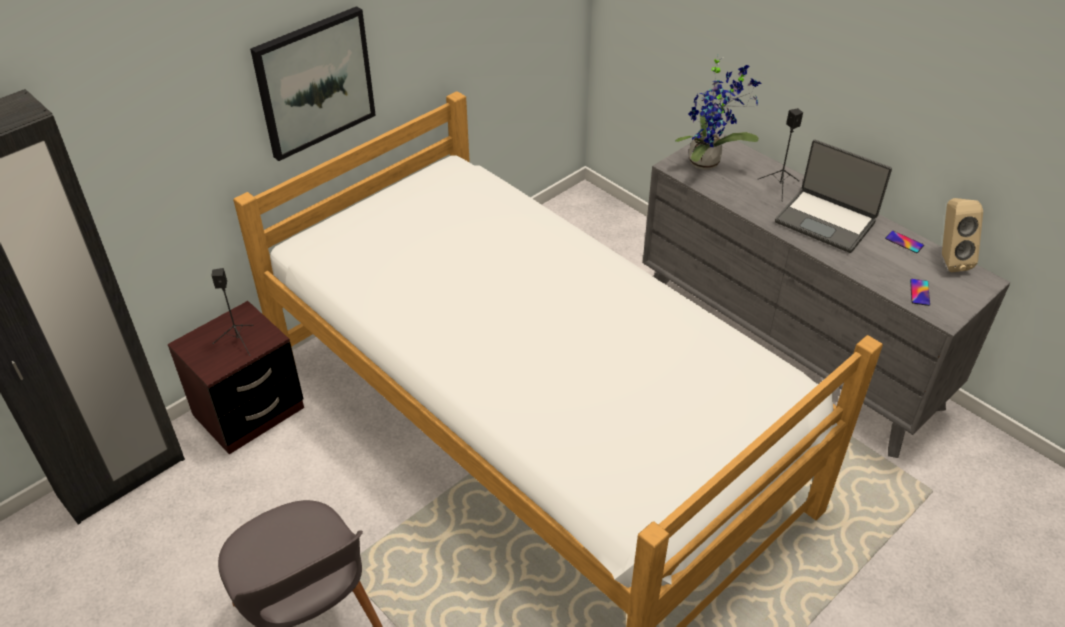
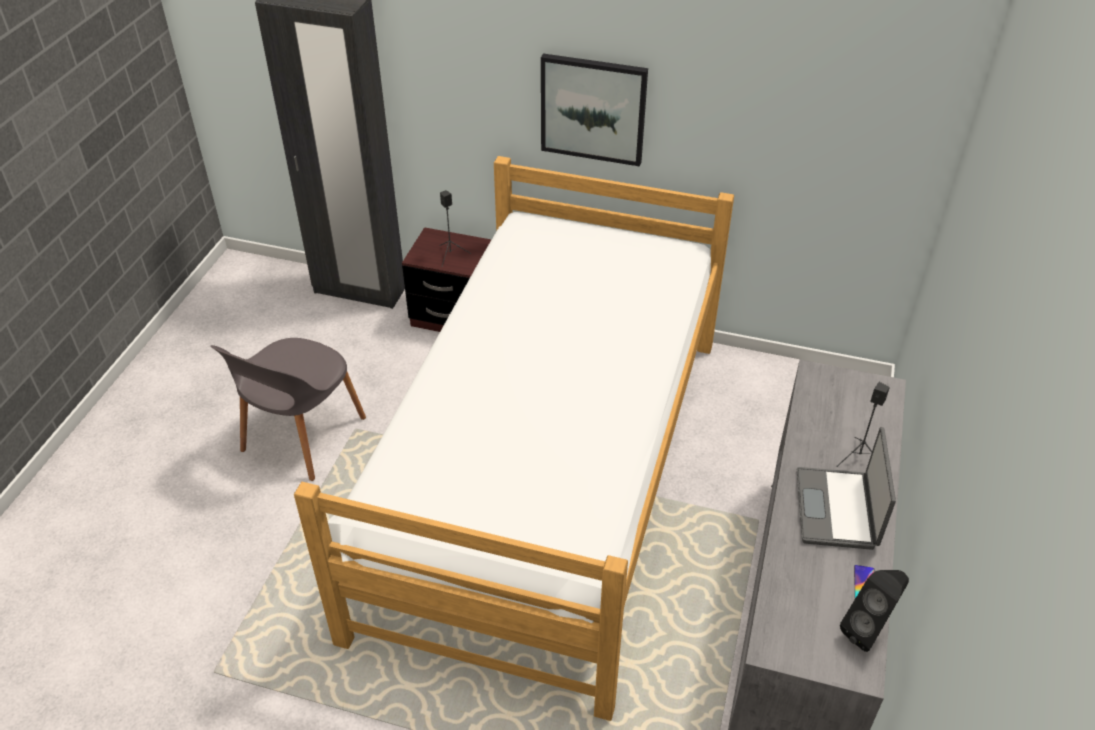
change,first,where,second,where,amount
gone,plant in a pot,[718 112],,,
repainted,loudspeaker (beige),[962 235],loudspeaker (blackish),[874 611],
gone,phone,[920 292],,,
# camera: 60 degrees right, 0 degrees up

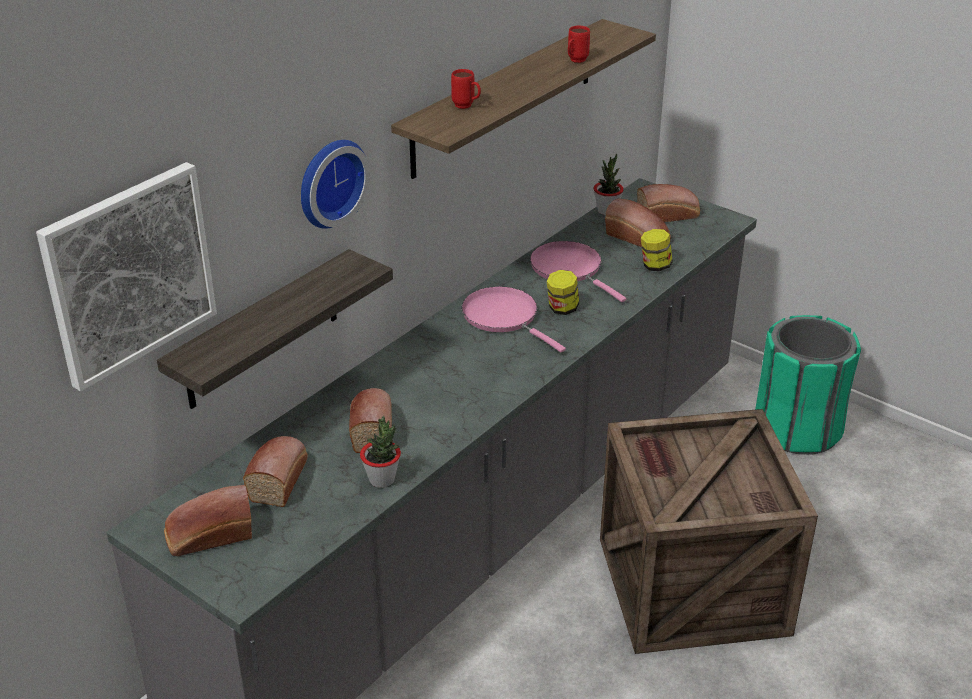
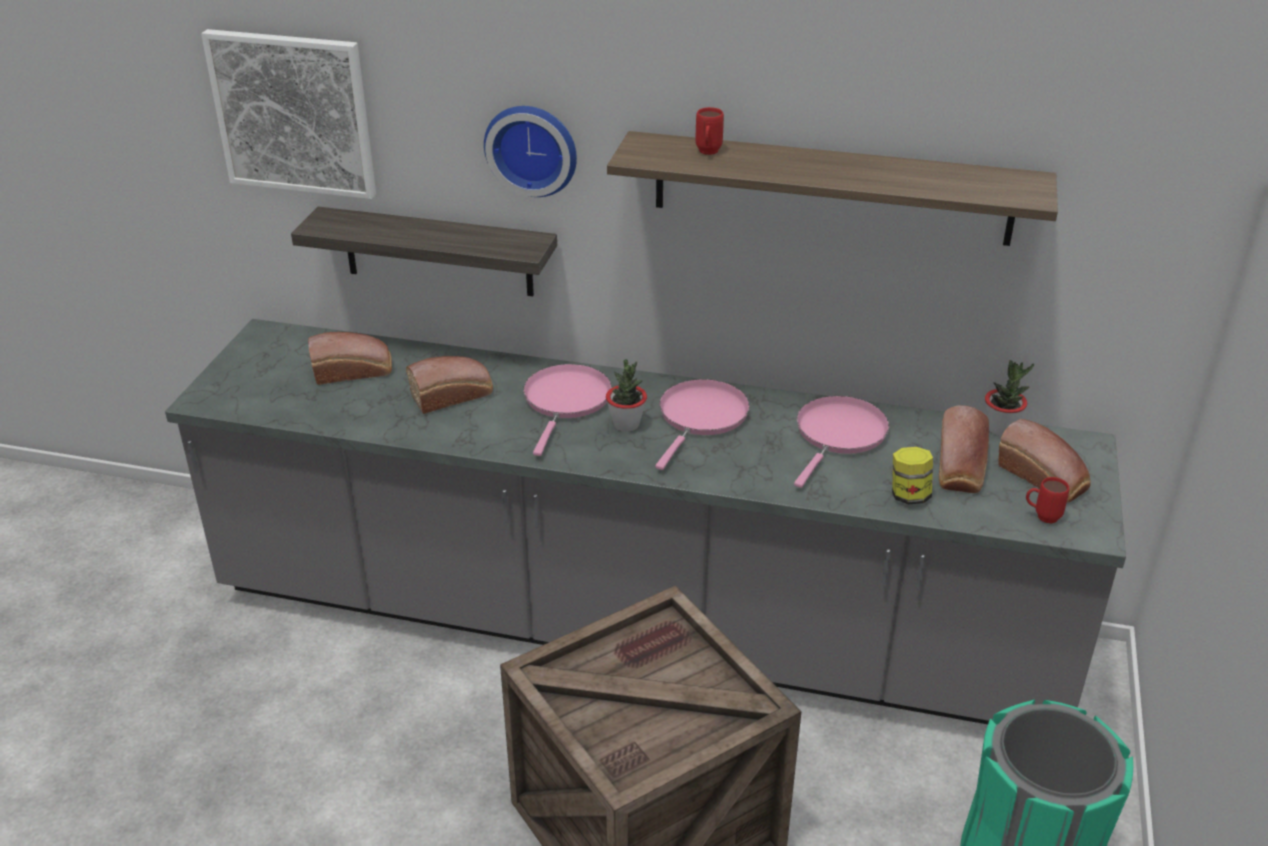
change,first,where,second,where,amount
shifted,tea mug (reddish),[579 44],,[1047 500],
gone,jar,[563 292],,,
shifted,plant in a pot,[380 452],,[626 395],
gone,bakery bread,[208 520],,,
new,,,pan (pink),[567 410],
# camera: 65 degrees right, 0 degrees up

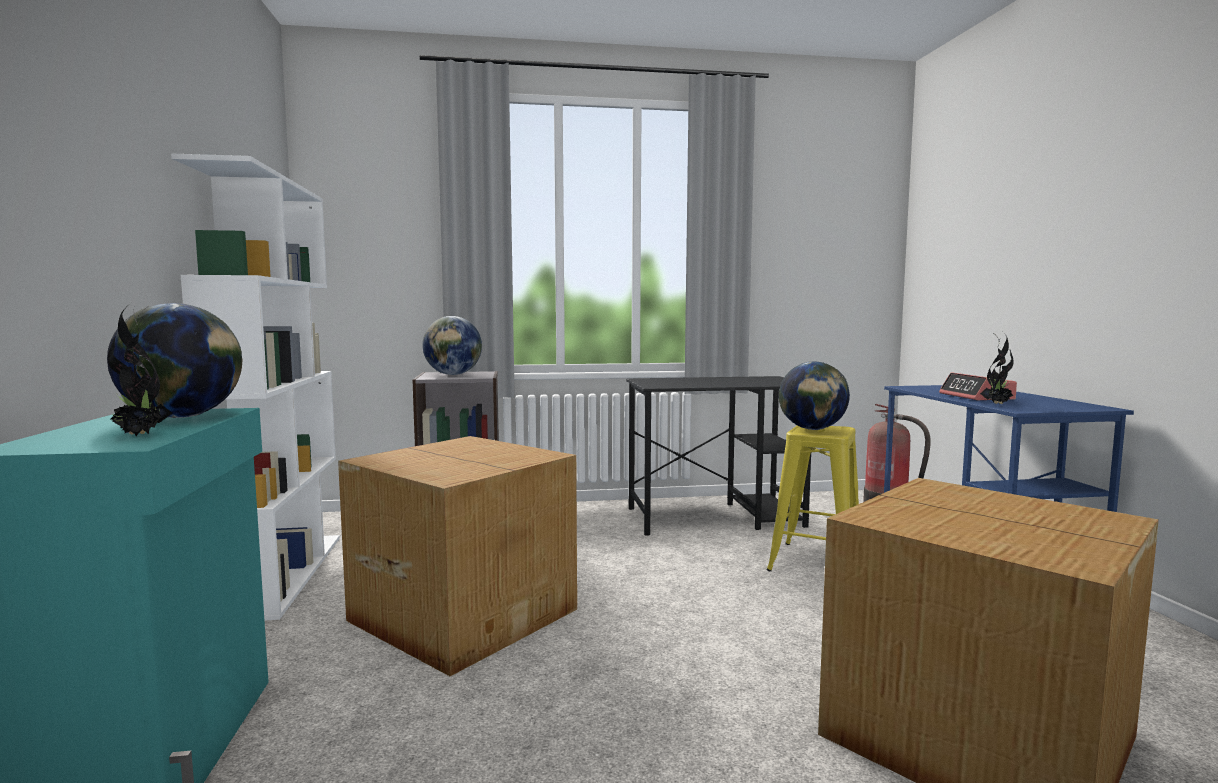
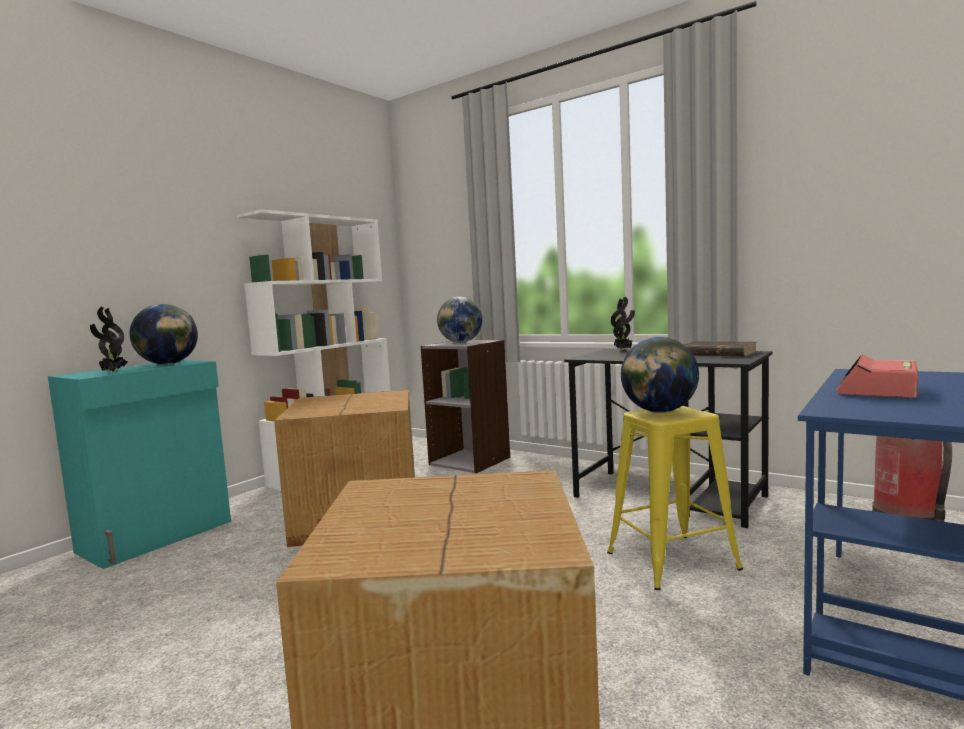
change,first,where,second,where,amount
shifted,plant in a pot,[997 368],,[623 324],
new,,,volume (brown-coloured),[720 349],
# camera: 45 degrees right, 0 degrees up

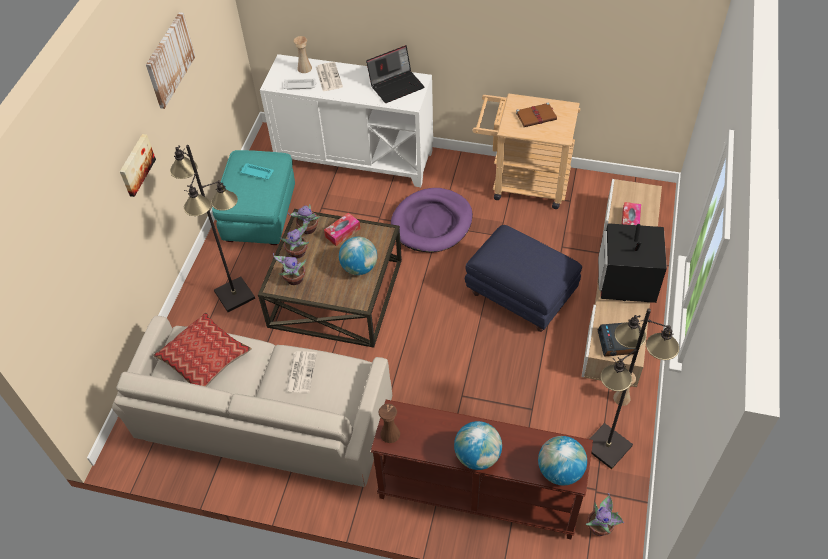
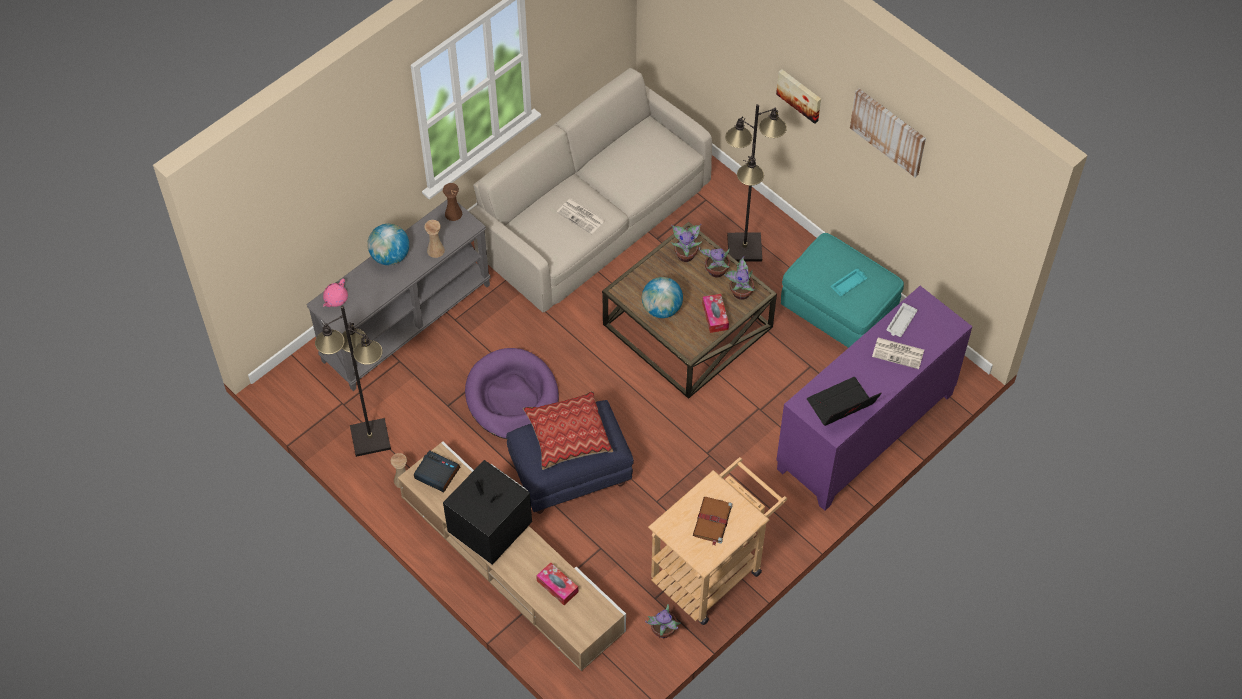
change,first,where,second,where,amount
shifted,decorative vase (beige),[303 54],,[434 239],
rotated,portable computer,[395 74],,[844 401],60 degrees clockwise
repainted,cupboard (whitish),[346 120],cupboard (purple-coloured),[874 398],
shifted,pet bed (purple-coloured),[432 220],,[512 393],
shifted,pillow,[202 349],,[568 430],
repainted,narrow table (brown-coloured),[482 469],narrow table (greyish),[398 295],
swapped,world globe,[562 460],pot for tea (pink),[335 292],
shifted,plant in a pot,[605 514],,[663 621],
# camera: 120 degrees right, 5 degrees up

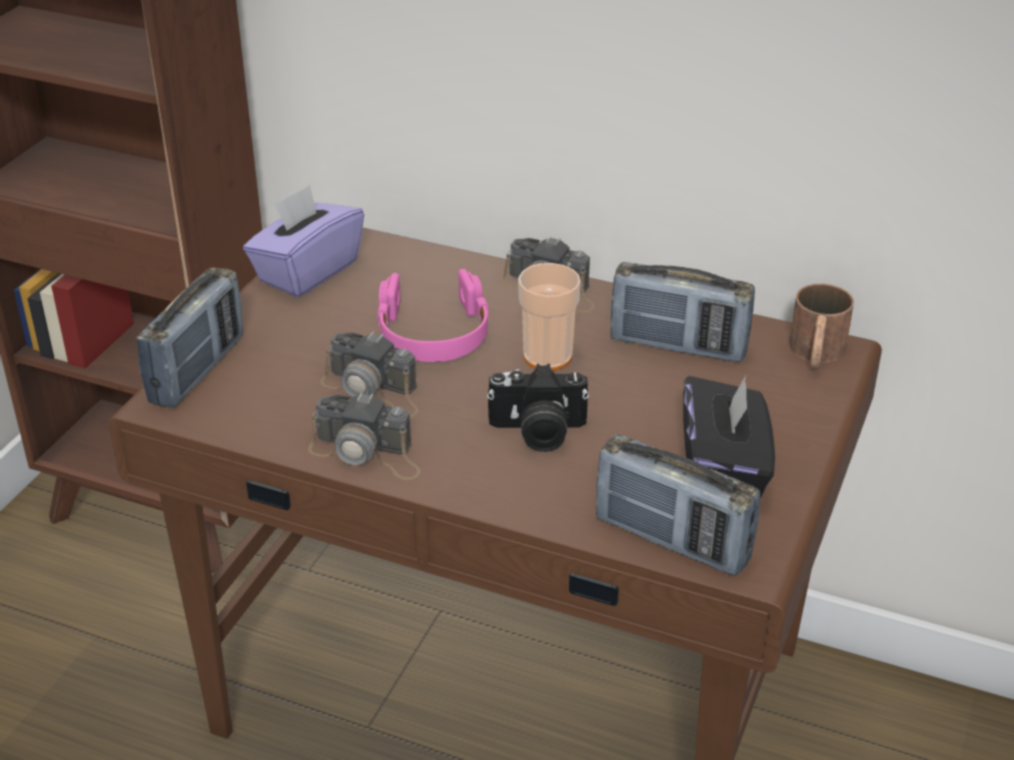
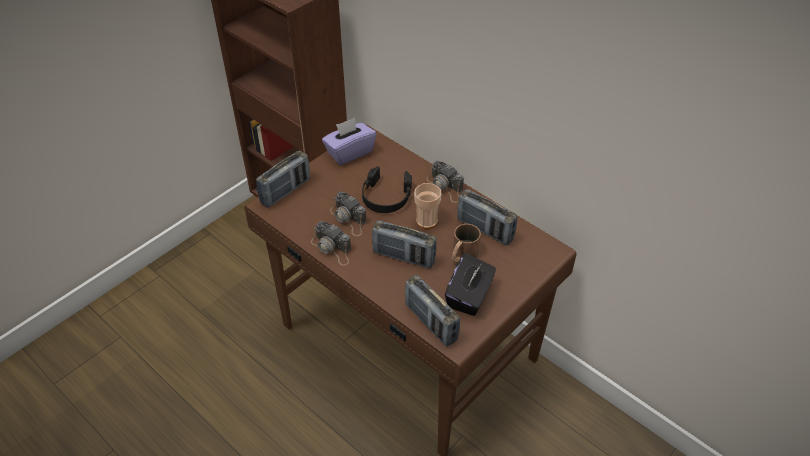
change,first,where,second,where,amount
repainted,headset (pink),[433 315],headset (blackish),[387 189],
shifted,tea mug (brown-coloured),[821 326],,[466 243],
swapped,still camera,[538 408],radio set,[404 244],
# camera: 20 degrees right, 10 degrees up

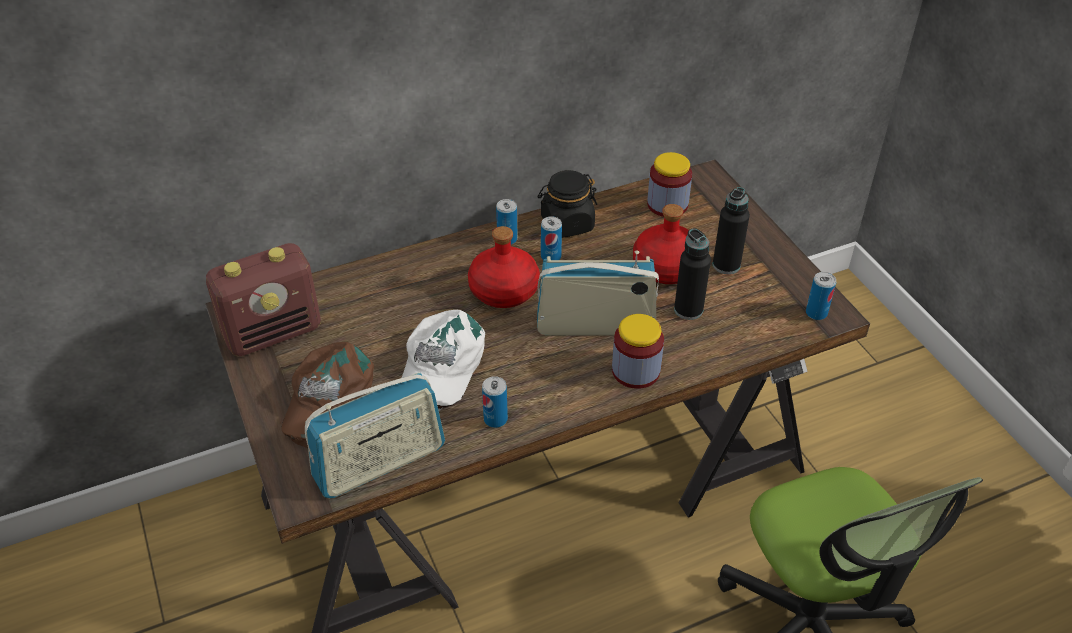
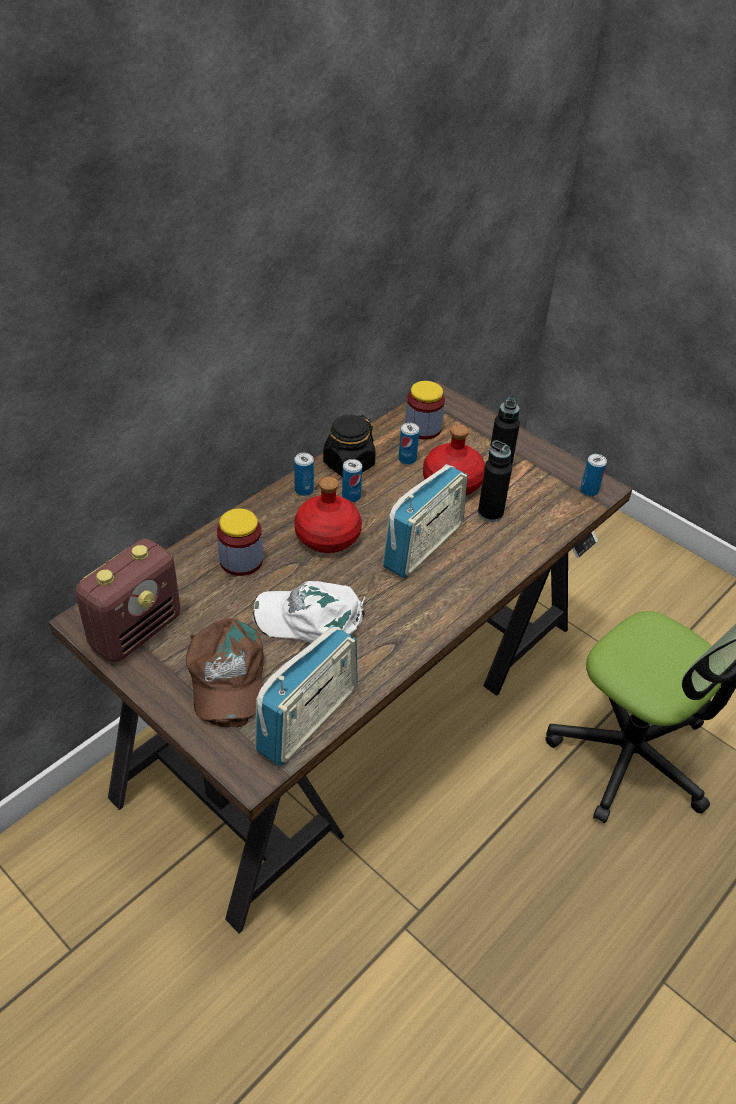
change,first,where,second,where,amount
rotated,radio set,[598 293],,[425 521],150 degrees clockwise
rotated,baseball cap (whitish),[443 360],,[309 612],105 degrees clockwise
shifted,jar,[638 351],,[240 542],
shifted,metal can,[495 402],,[409 444],
# camera: 25 degrees left, 0 degrees up

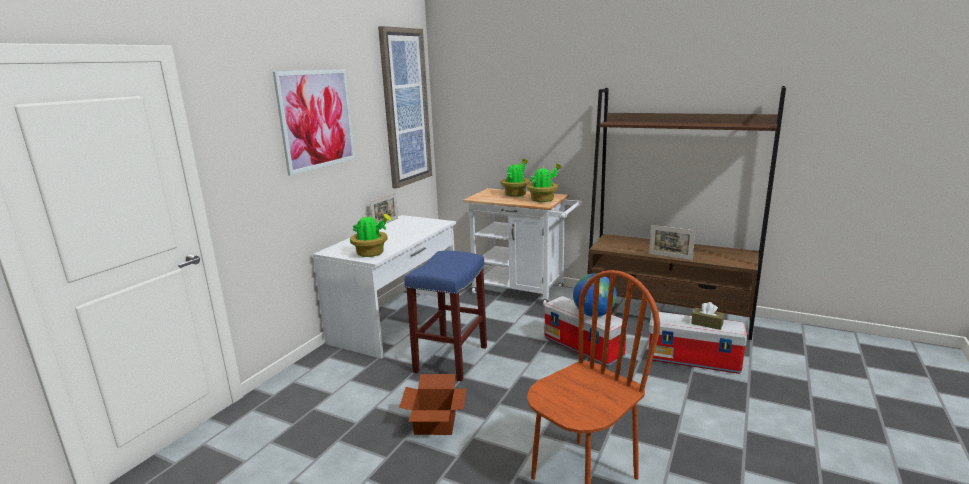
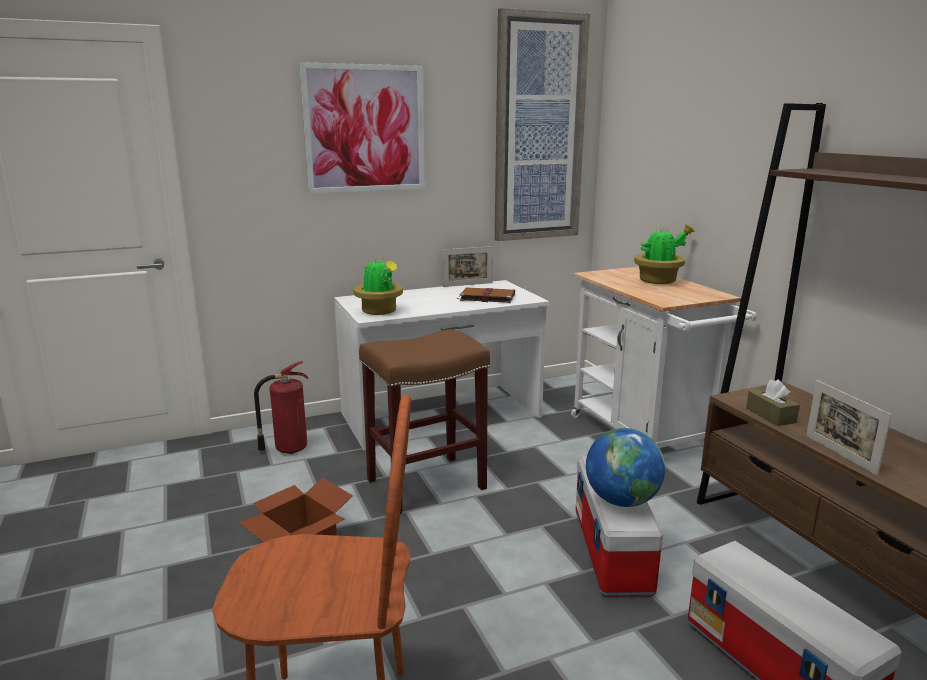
change,first,where,second,where,amount
gone,plant in a pot,[544 182],,,
repainted,stool (blue),[445 316],stool (brown-coloured),[424 421],
shifted,box of tissues (brown-coloured),[707 316],,[773 402],
new,,,volume (brown-coloured),[486 295],
new,,,extinguisher,[281 407],
# camera: 40 degrees right, 0 degrees up

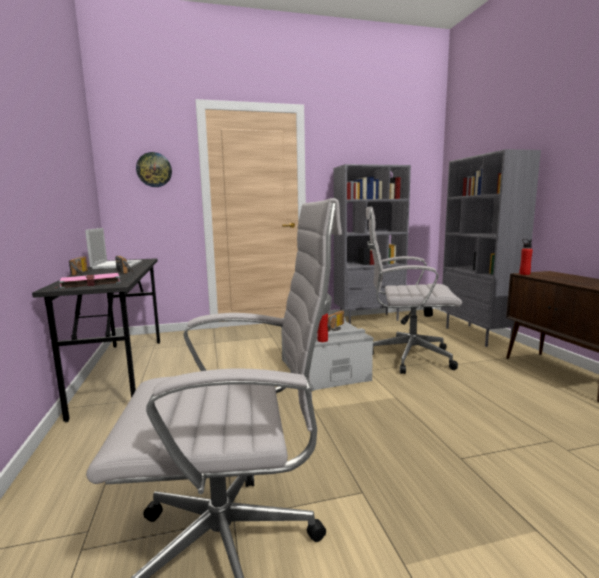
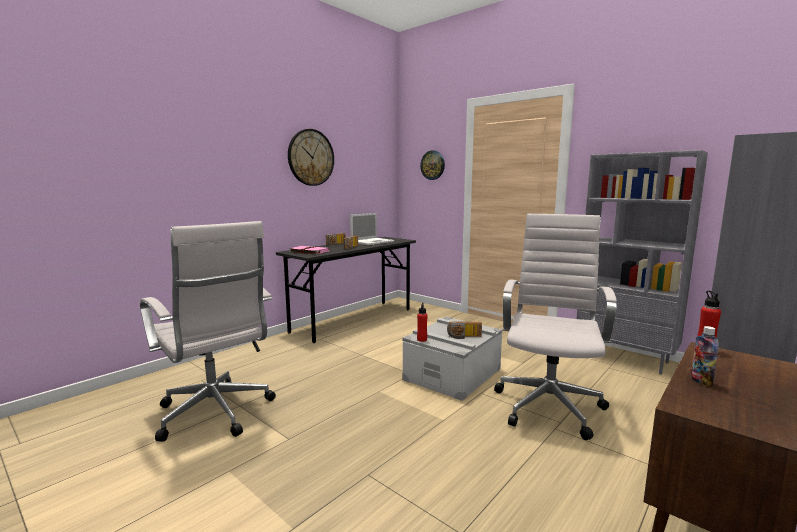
change,first,where,second,where,amount
rotated,office chair (whitish),[414 290],,[555 327],45 degrees clockwise
new,,,hanging clock,[311 157],
new,,,drink bottle,[705 356],
# camera: 55 degrees right, 0 degrees up

